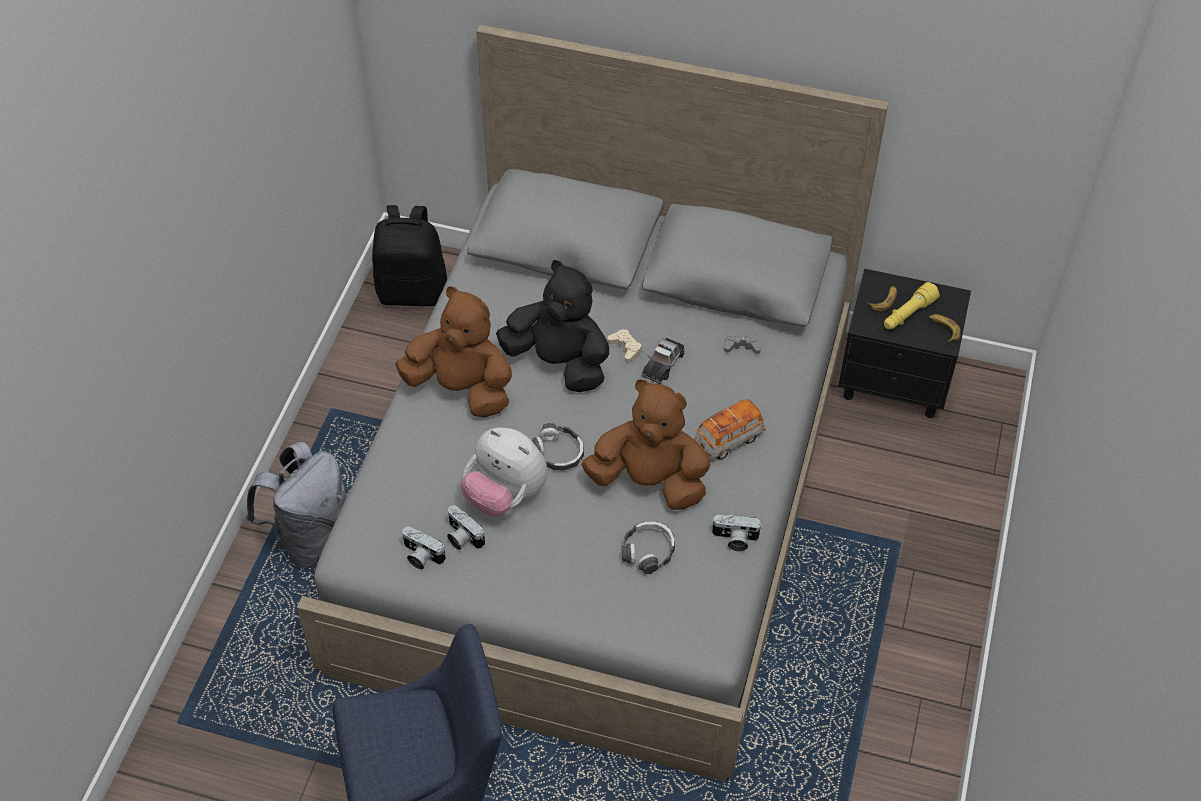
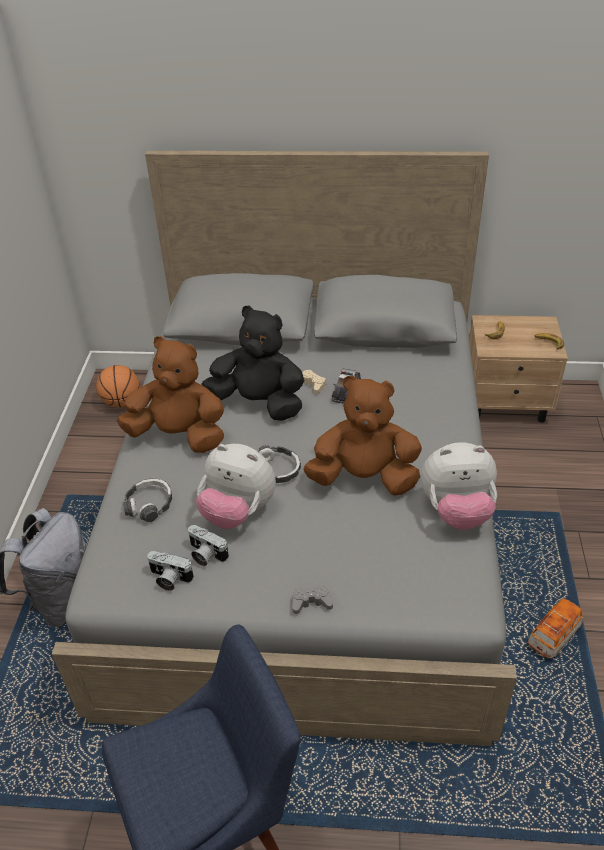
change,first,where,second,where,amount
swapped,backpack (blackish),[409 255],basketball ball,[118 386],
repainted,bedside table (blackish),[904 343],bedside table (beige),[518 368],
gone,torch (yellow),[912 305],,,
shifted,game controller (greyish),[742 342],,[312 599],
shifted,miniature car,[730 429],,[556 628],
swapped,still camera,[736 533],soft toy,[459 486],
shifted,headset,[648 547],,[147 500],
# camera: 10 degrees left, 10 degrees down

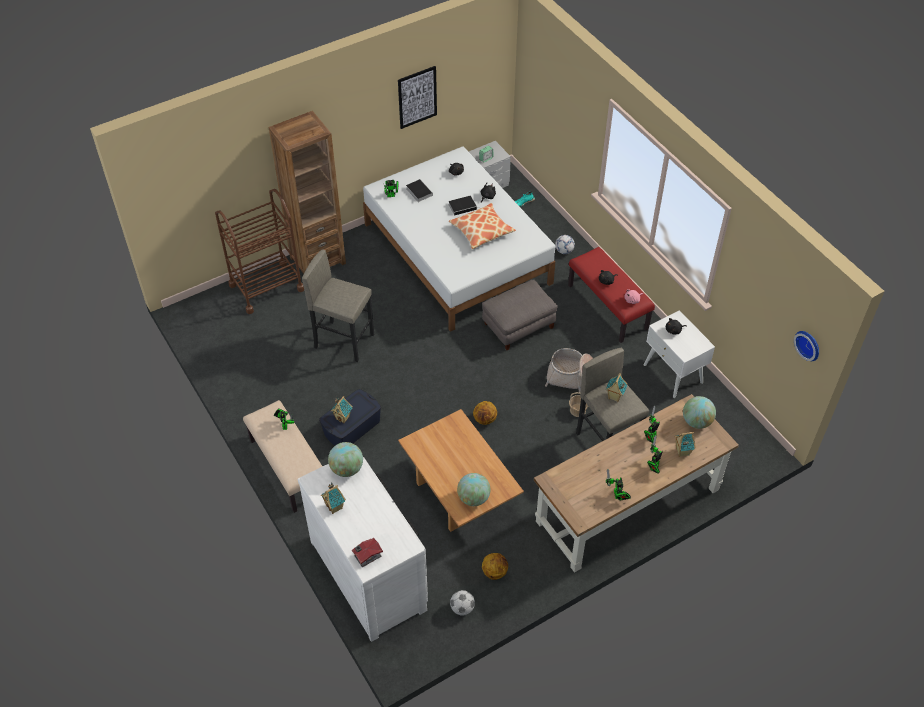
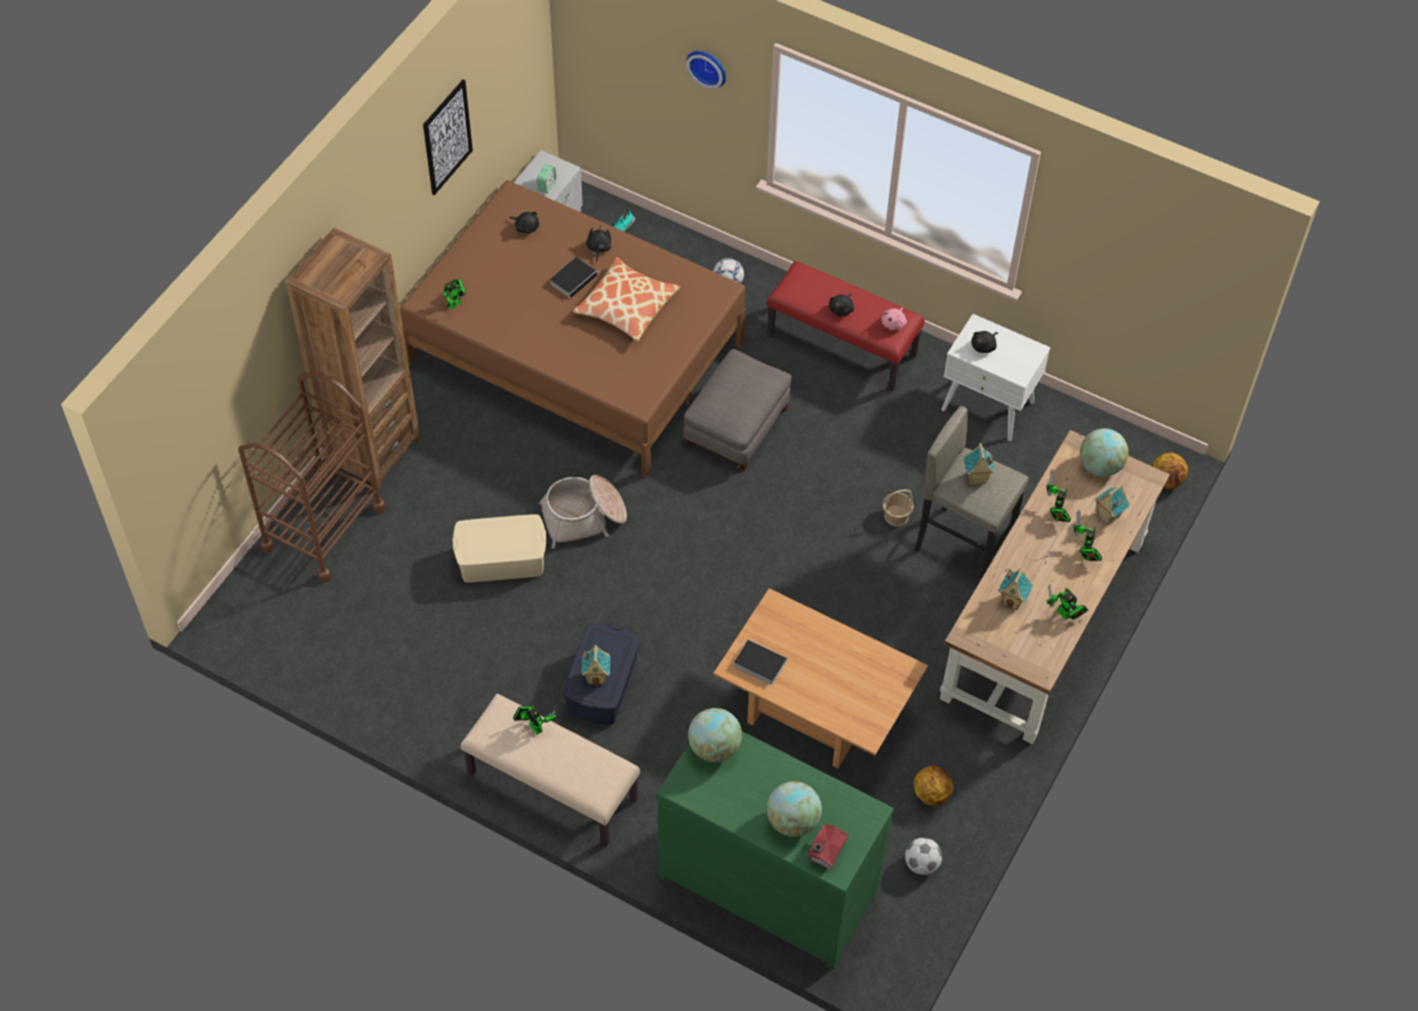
change,first,where,second,where,amount
repainted,sleeping bed (whitish),[459 239],sleeping bed (brown-coloured),[573 329],
shifted,volume,[419 190],,[760 662],
swapped,stool (greyish),[338 305],storage bin (beige),[499 548],
shifted,hanging clock,[806 346],,[706 70],
shifted,household basket,[569 370],,[583 512],
shifted,basketball ball,[485 413],,[1170 471],
repainted,drawer chest (whitish),[363 549],drawer chest (greenish),[775 850],
shifted,world globe,[473 489],,[794 809],
shifted,model house,[333 498],,[1015 589],
# camera: 30 degrees left, 5 degrees up

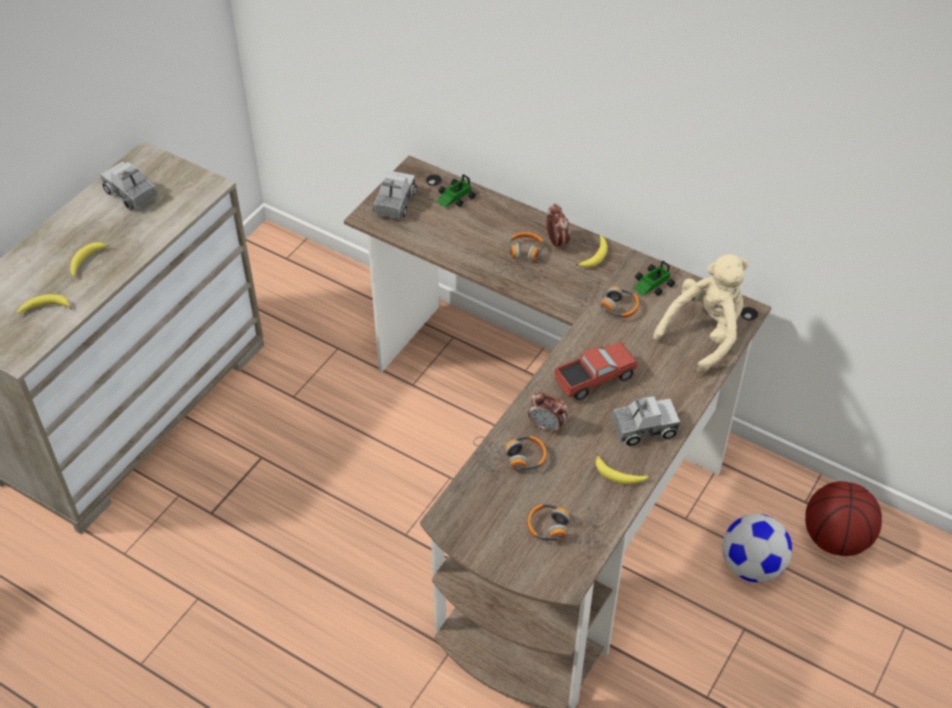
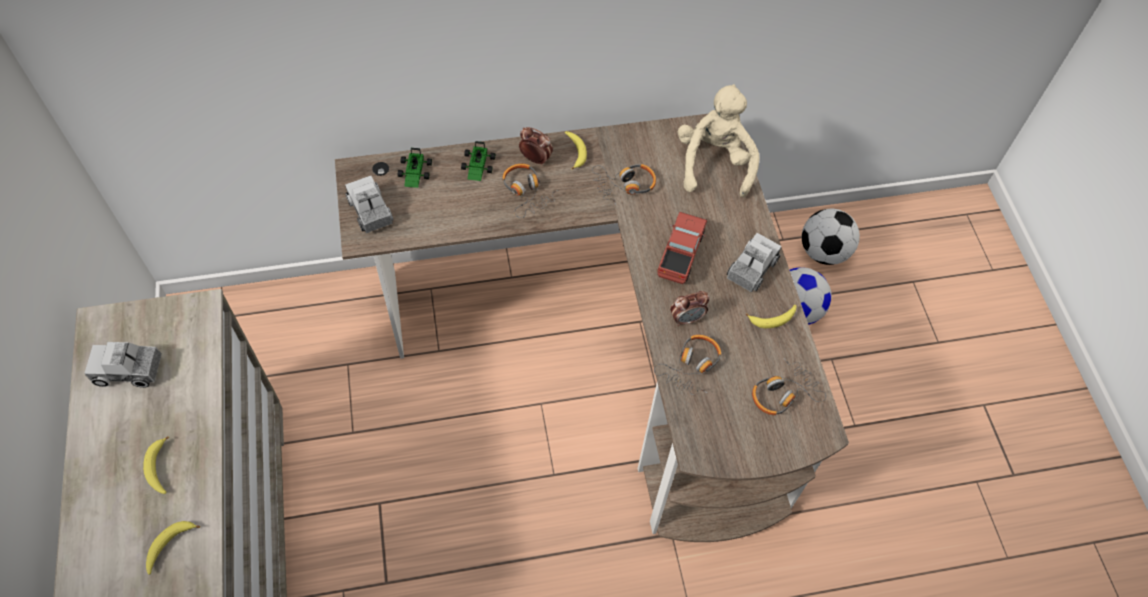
change,first,where,second,where,amount
shifted,miniature car,[654 278],,[478 161],
swapped,basketball ball,[843 518],ball for football,[831 237],
# camera: 45 degrees left, 10 degrees up

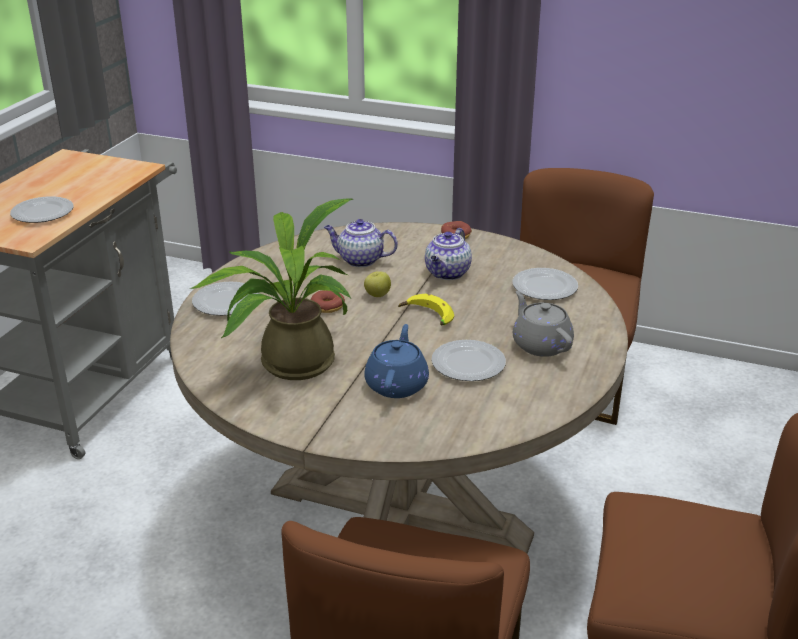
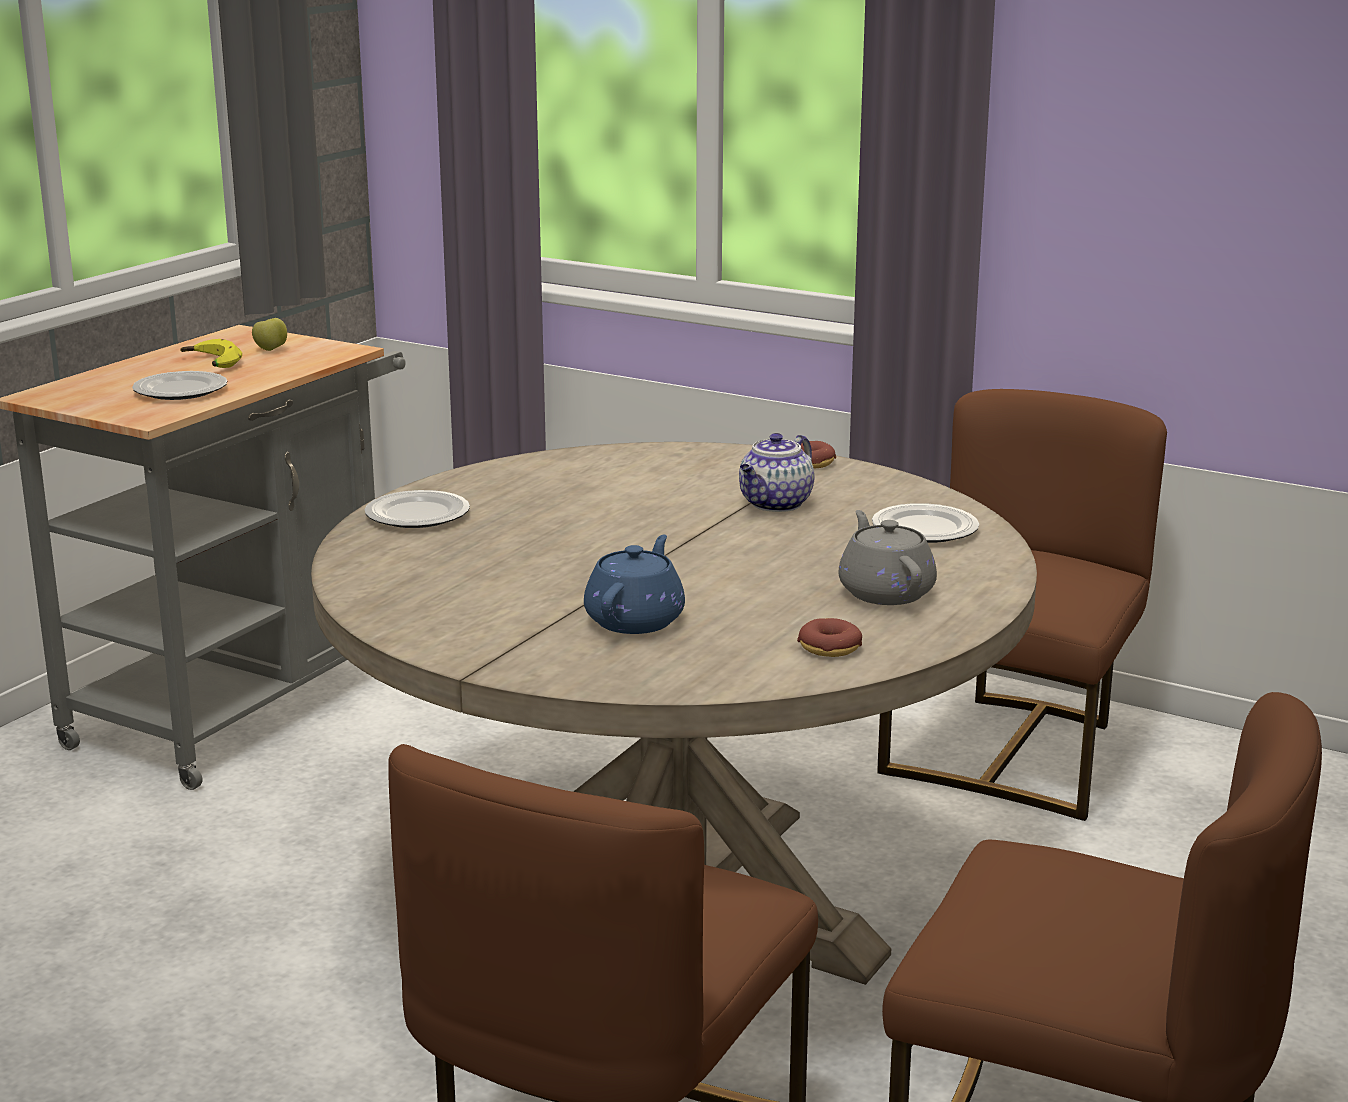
change,first,where,second,where,amount
gone,plant in a pot,[271 289],,,
gone,pot for tea,[361 243],,,
shifted,apple fruit,[377 284],,[269 334],
shifted,donut,[328 301],,[829 637],
shifted,whole banana,[426 310],,[211 353],
gone,dinner plate,[468 360],,,
# camera: 10 degrees right, 10 degrees down

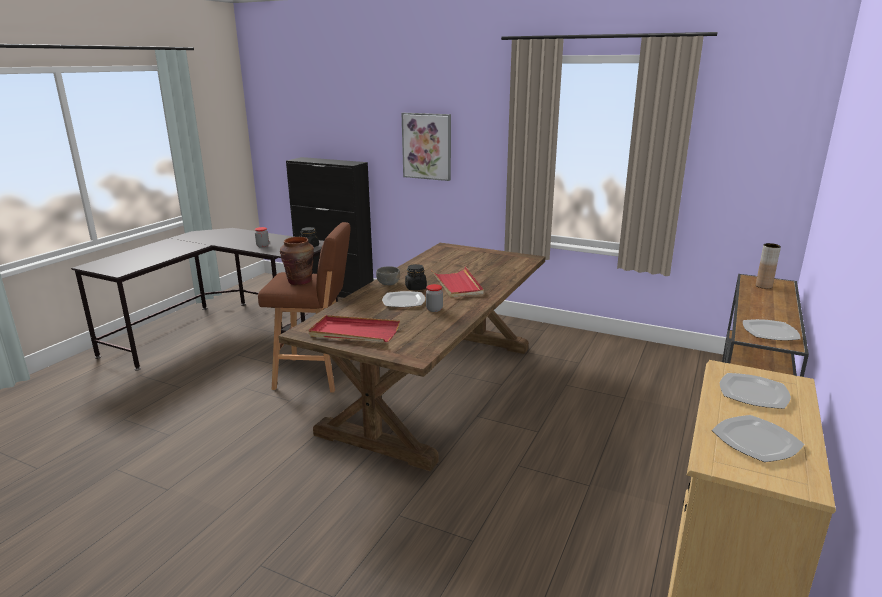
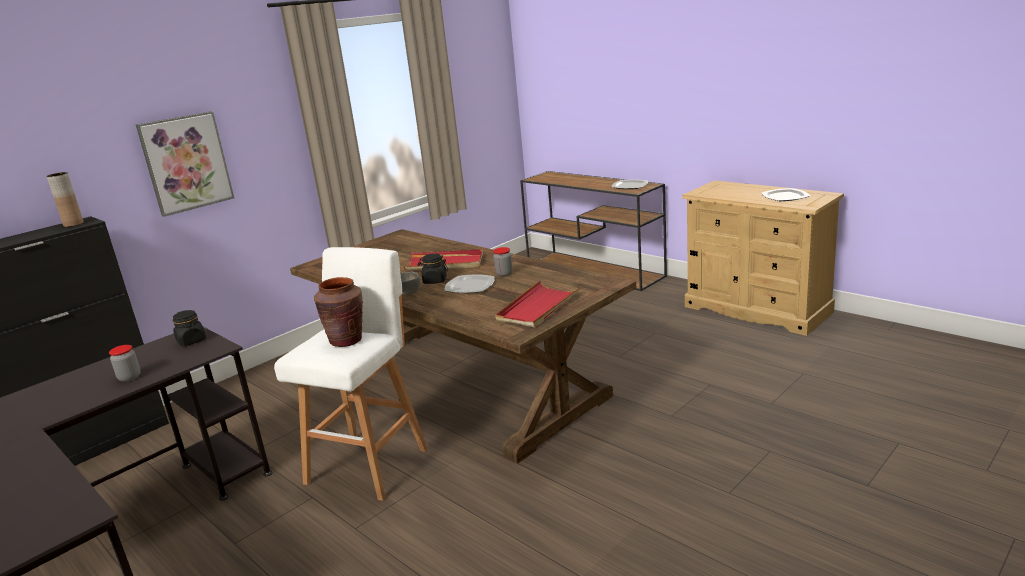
change,first,where,second,where,amount
repainted,stool (brown-coloured),[304 307],stool (whitish),[351 374],
shifted,decorative vase (brown-coloured),[768 266],,[65 199],
gone,dinner plate,[755 391],,,
# camera: 70 degrees left, 0 degrees up

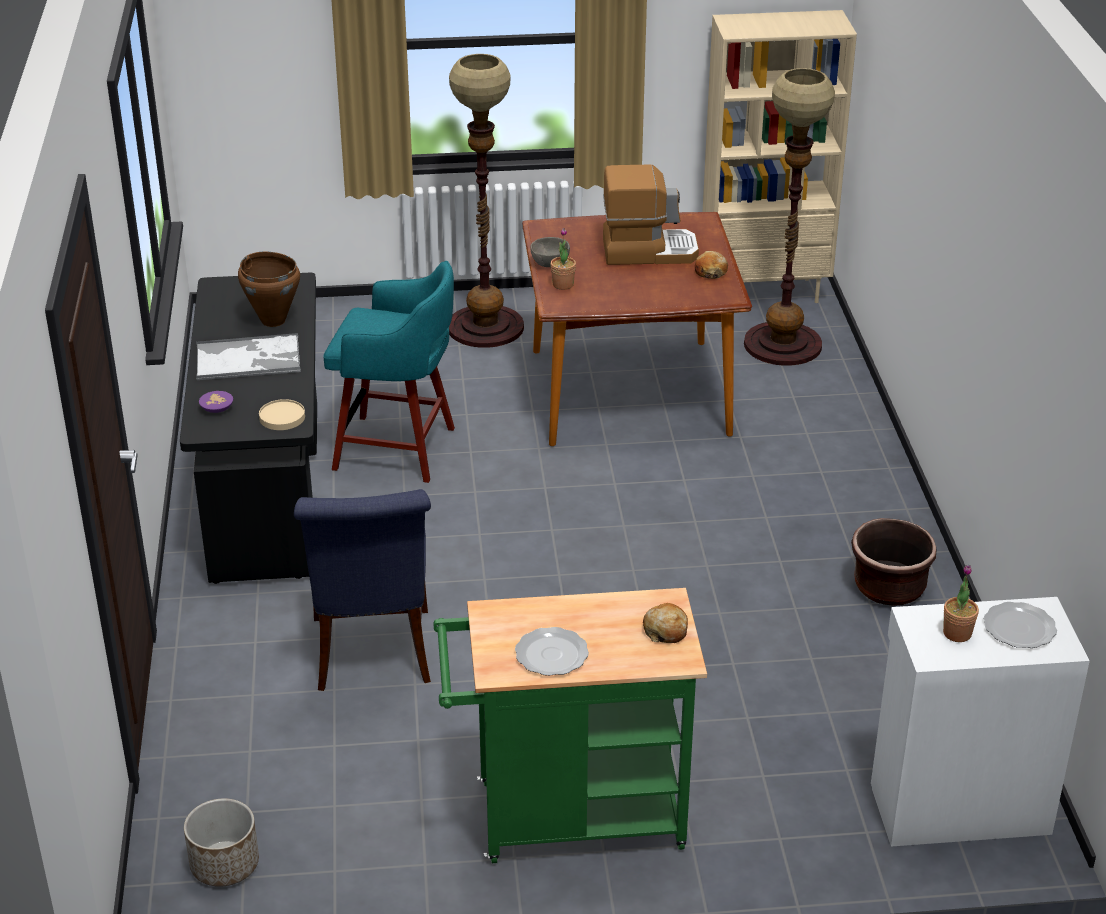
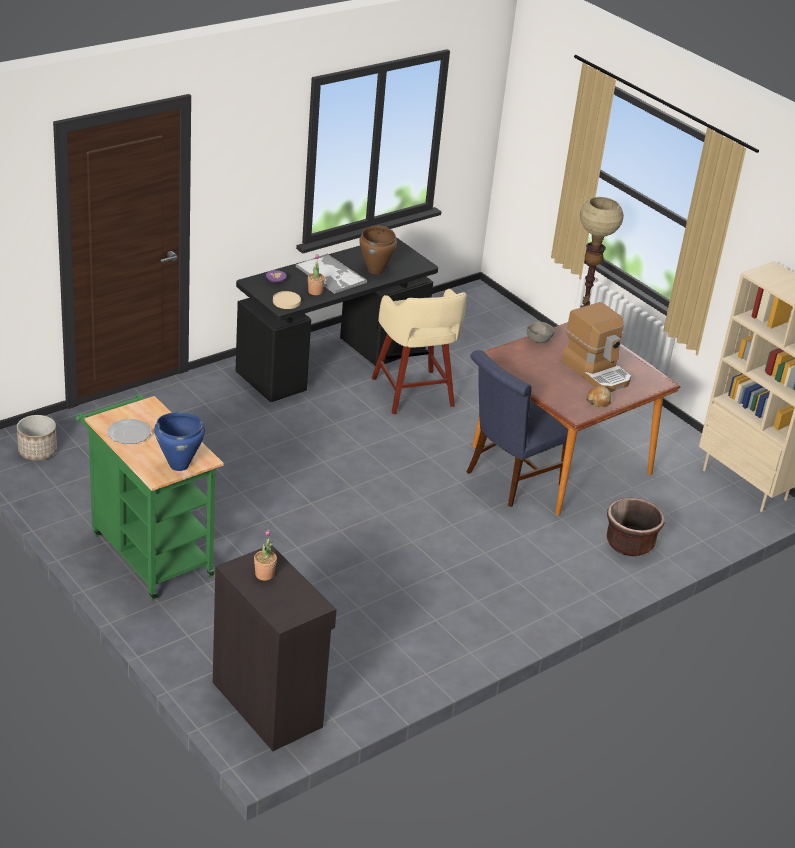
change,first,where,second,where,amount
gone,standard lamp,[789 217],,,
shifted,plant in a pot,[563 259],,[316 274],
repainted,stool (blue-green),[389 372],stool (beige),[419 351],
shifted,upright chair (blue),[362 590],,[517 428],
shifted,flower pot (brown-coloured),[893 562],,[636 527],
repainted,cupboard (whitish),[980 722],cupboard (blackish),[275 648],
gone,dinner plate,[1020 625],,,
swapped,bakery bread,[665 623],cooking pot (blue),[179 441],
# camera: 55 degrees right, 0 degrees up

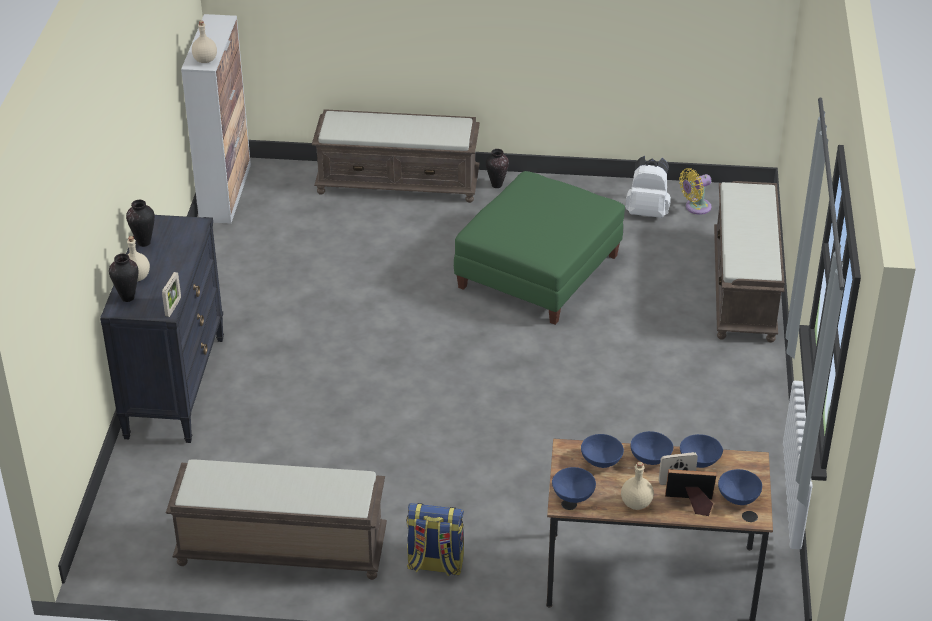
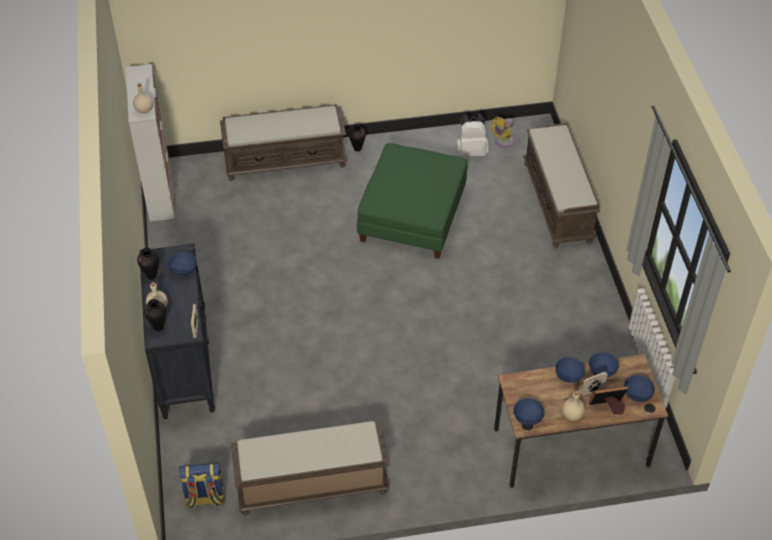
change,first,where,second,where,amount
shifted,serving bowl (blue),[602 451],,[182 263],
shifted,backpack,[435 539],,[202 485],
# camera: 15 degrees left, 10 degrees up

